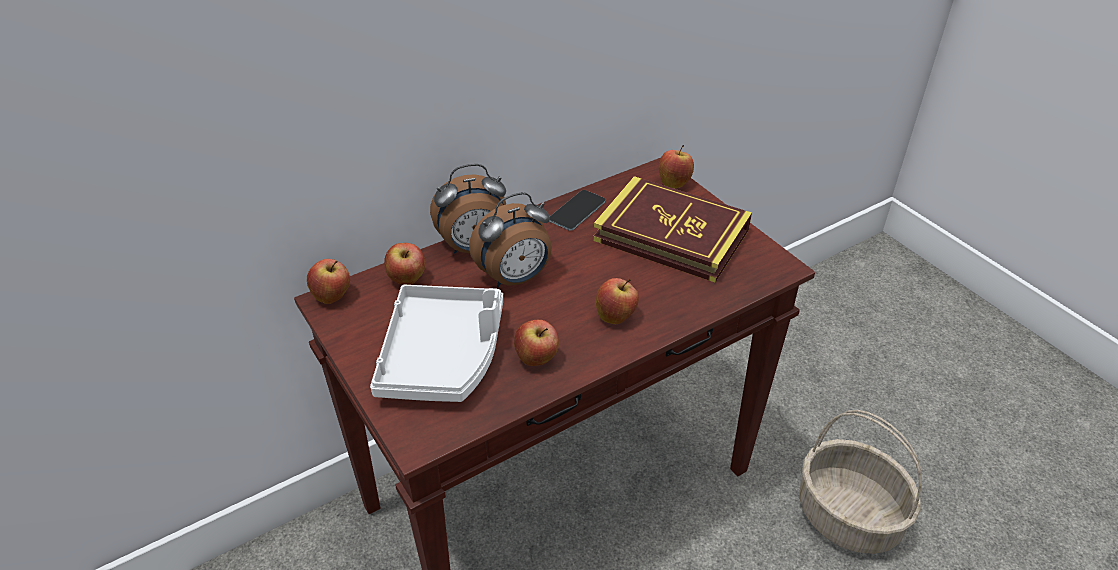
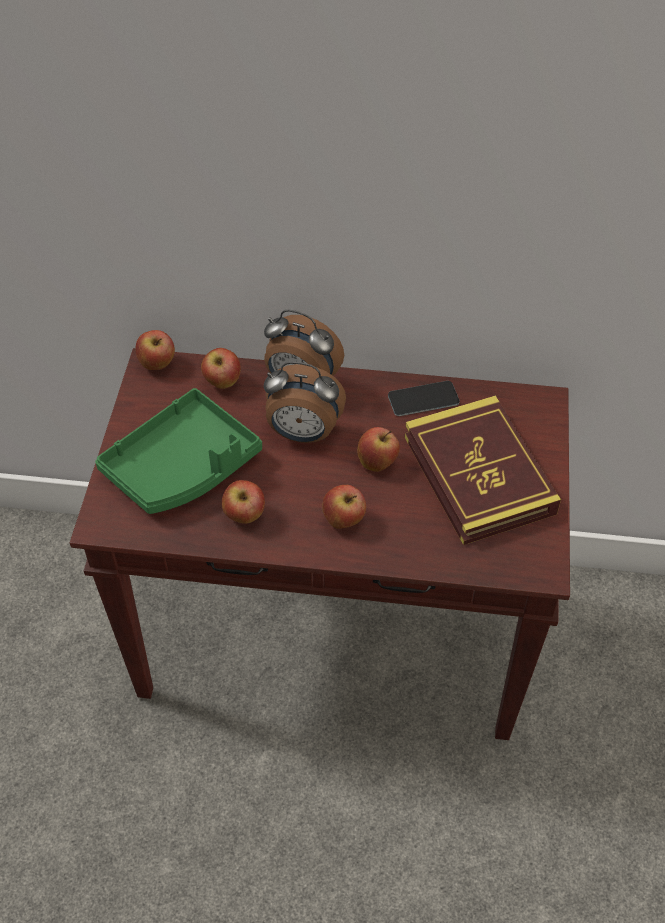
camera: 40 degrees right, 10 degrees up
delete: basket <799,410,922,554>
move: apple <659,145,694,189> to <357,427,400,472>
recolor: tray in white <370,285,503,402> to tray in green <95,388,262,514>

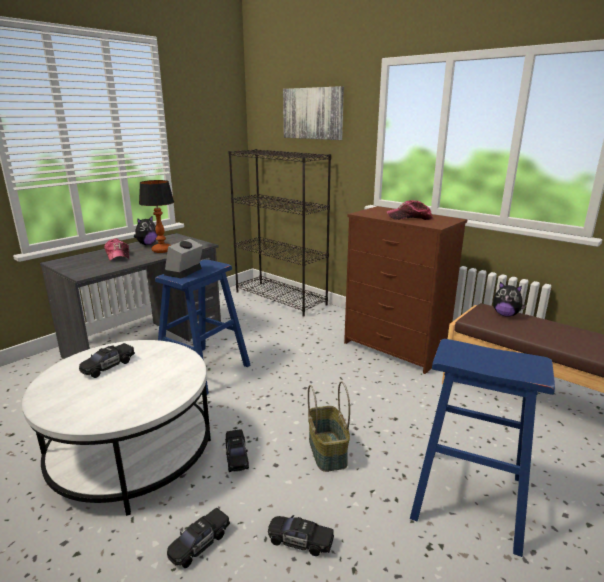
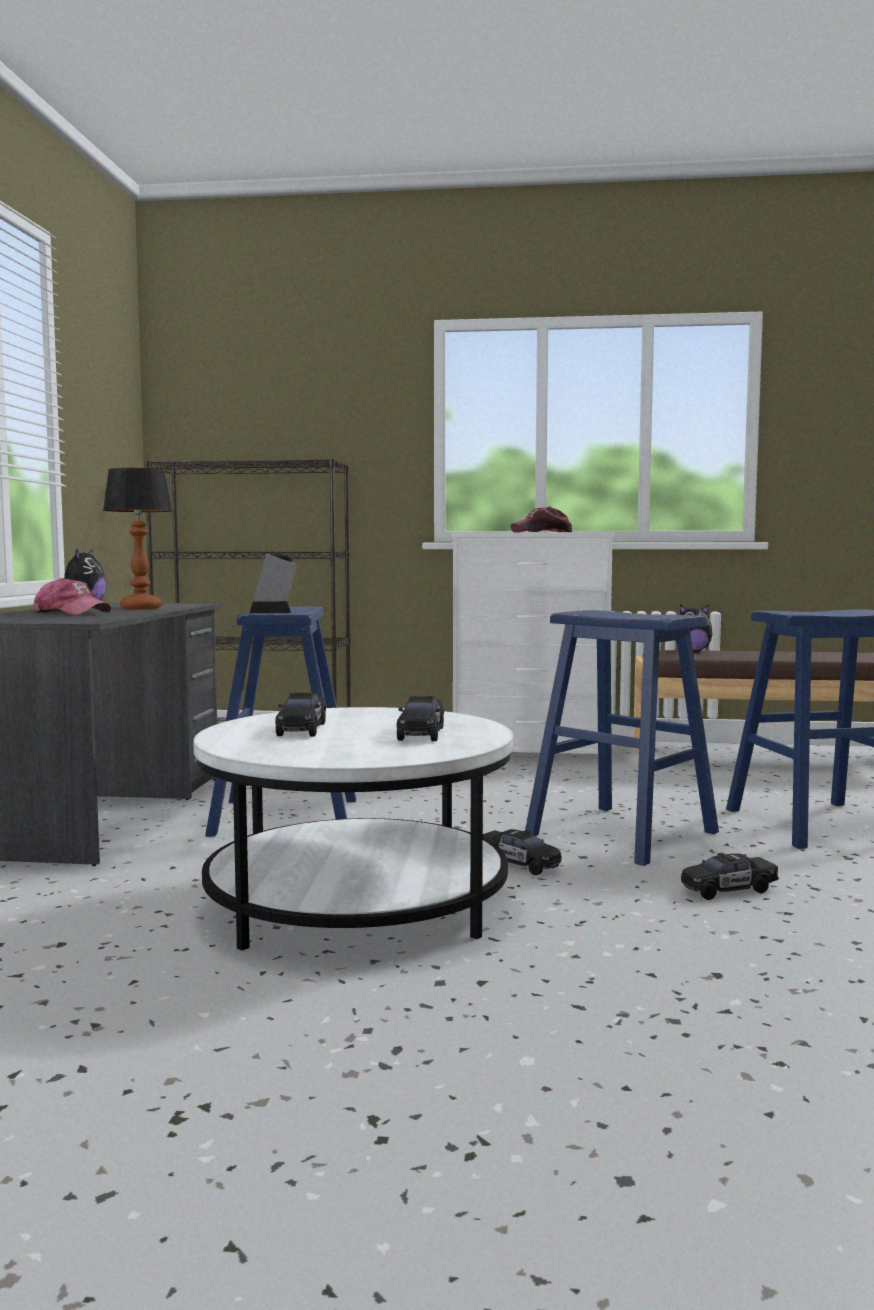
camera: 35 degrees left, 15 degrees down
delete: picture <283,86,344,140>
move: toy car in black <167,508,230,568> to <397,696,444,741>
replace: basket <308,381,350,472> to stool in blue <525,610,719,866>
recolor: dresser in brown <344,206,467,374> to dresser in white <451,532,614,754>

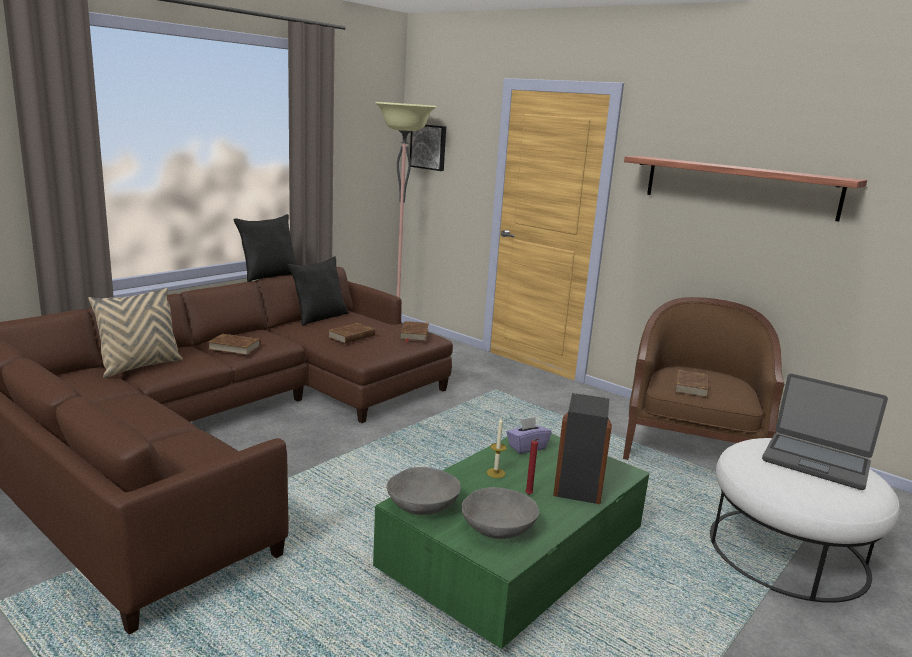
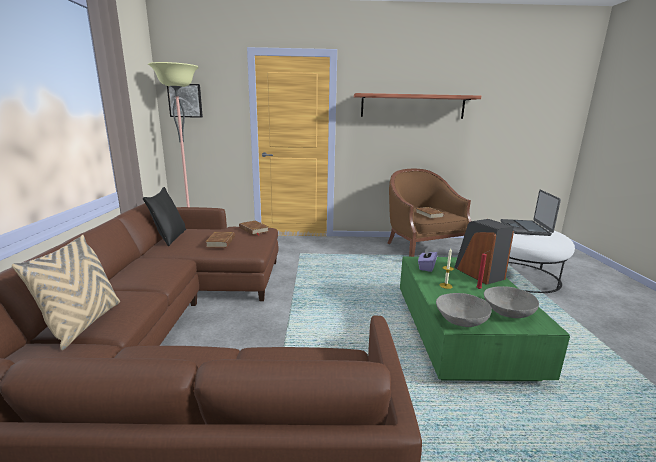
camera: 40 degrees left, 0 degrees up
delete: book in brown <208,334,261,355>; pillow in black <234,214,297,282>
rotate: laptop <762,373,888,490> = <501,190,561,236> 105 degrees clockwise

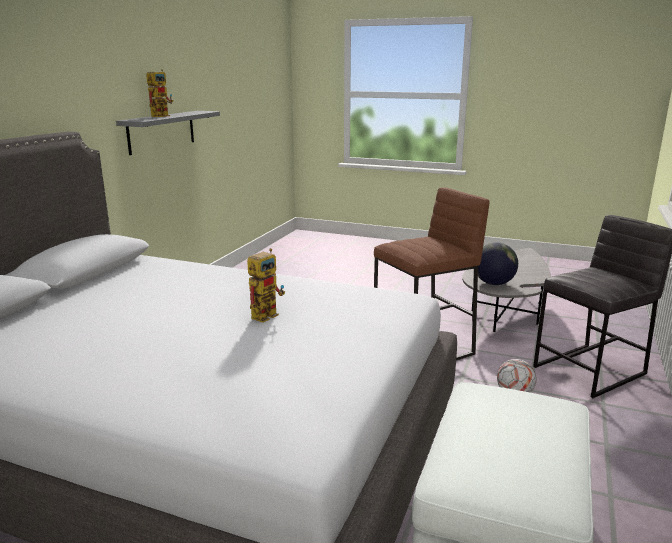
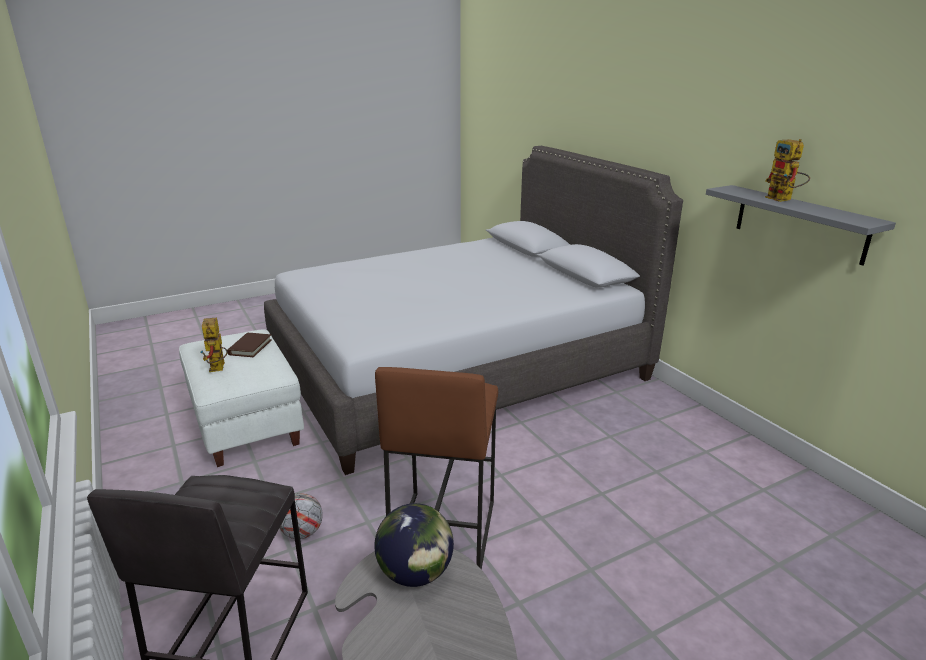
camera: 130 degrees right, 5 degrees up
insert: book in brown <227,333,272,357>
move: toy robot <247,248,285,323> to <200,318,228,372>

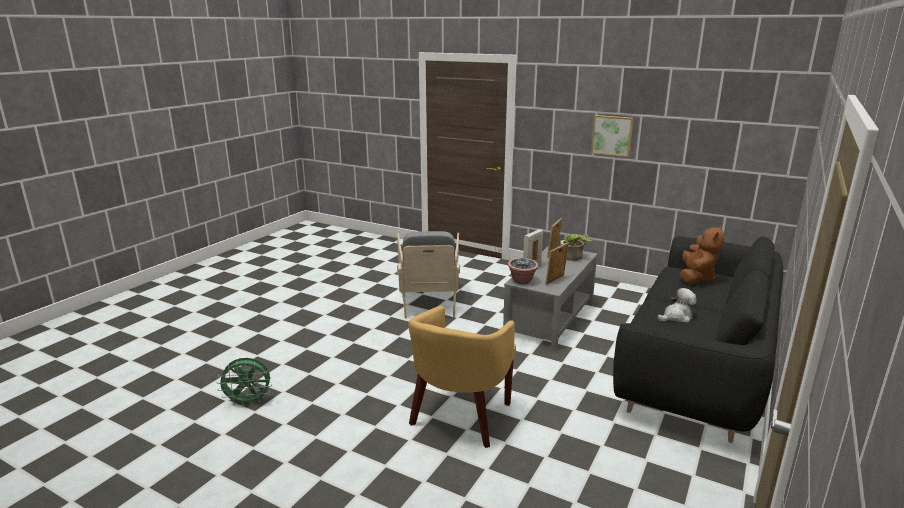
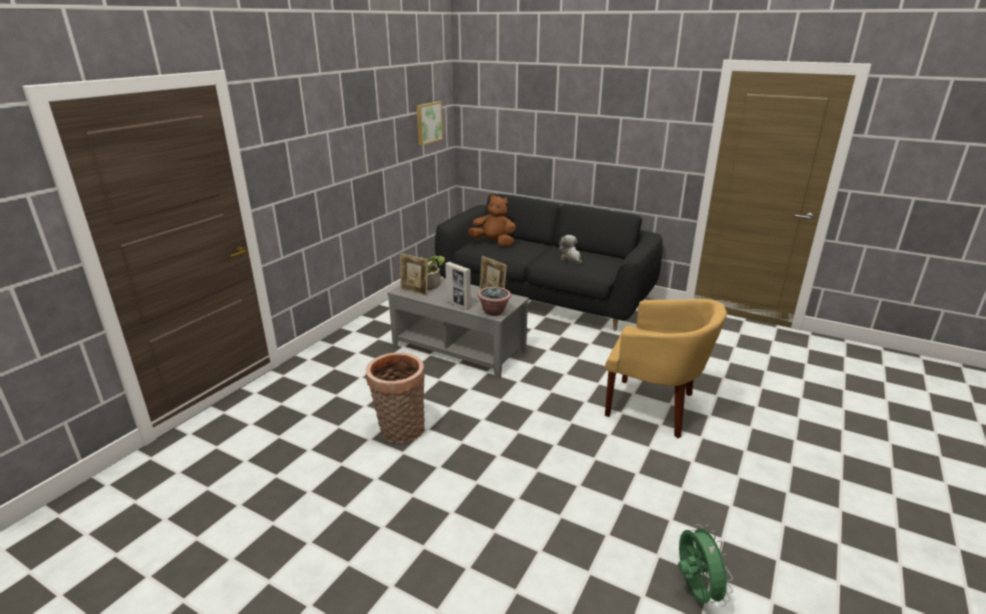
camera: 90 degrees left, 5 degrees up
move: picture <591,115,634,157> to <417,101,443,145>
replace: armchair in grey <397,231,460,318> to basket <366,352,425,443>

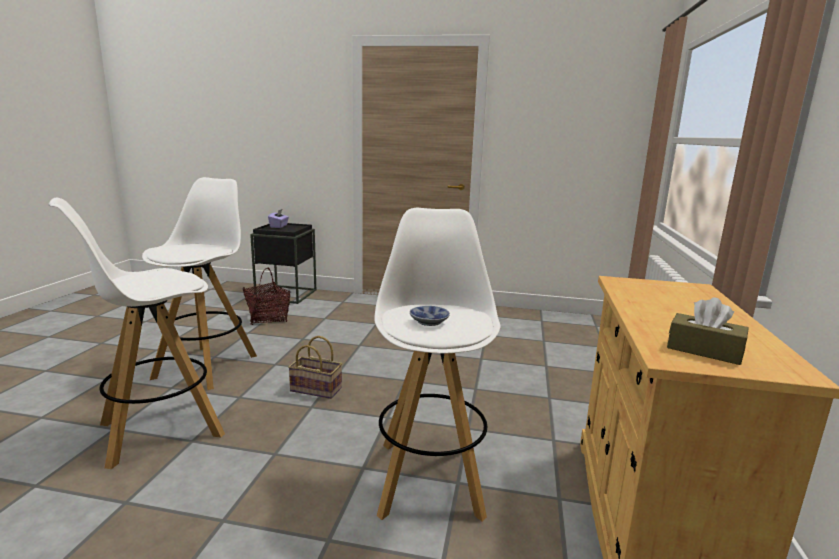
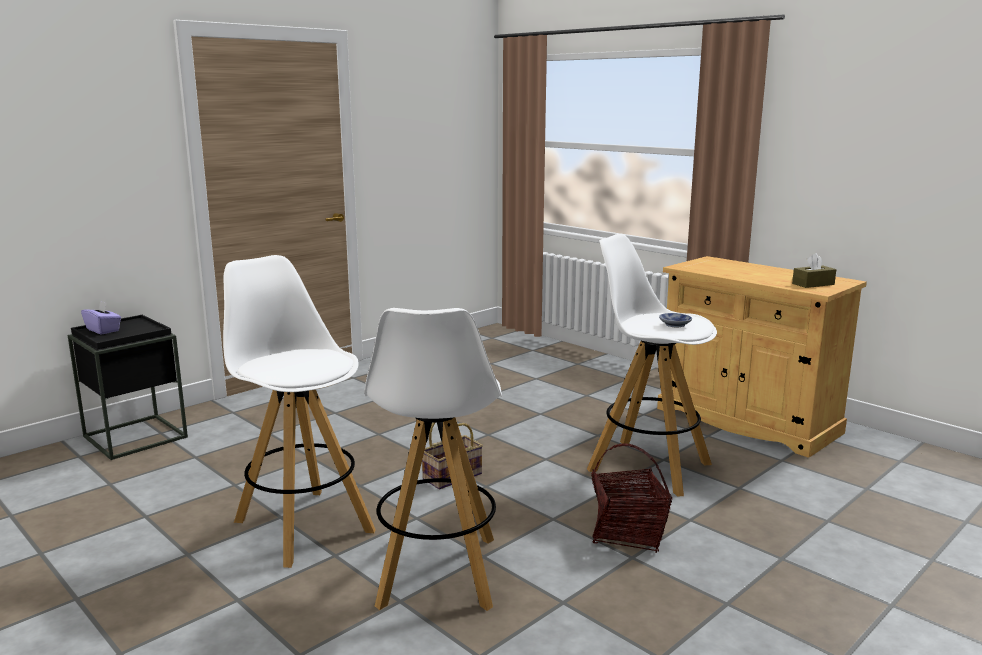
camera: 55 degrees left, 0 degrees up
move: basket <243,268,290,325> to <591,443,672,553>

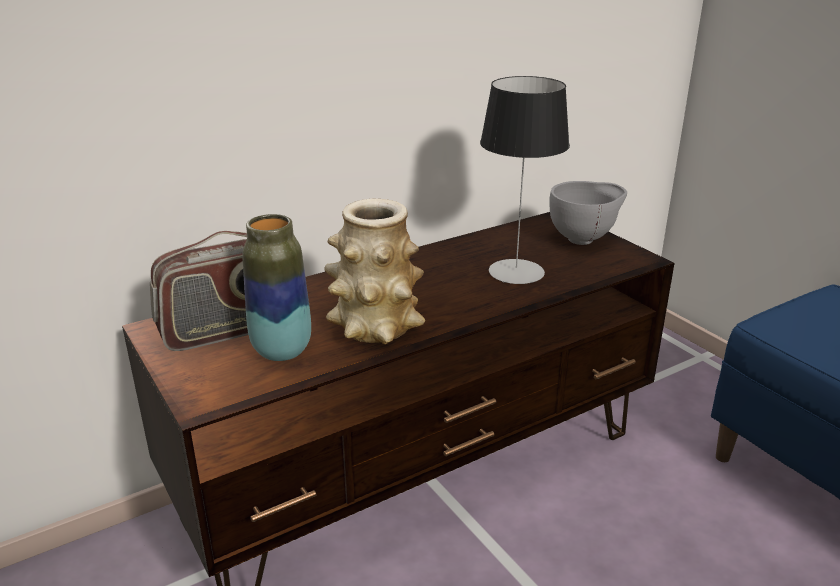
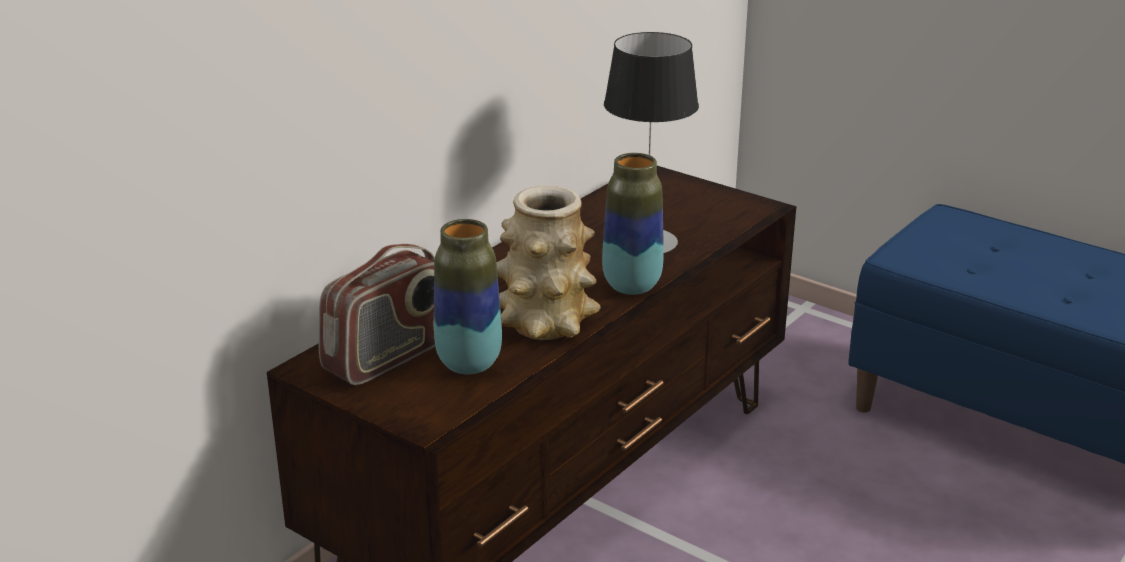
camera: 20 degrees left, 0 degrees up
delete: bowl in grey <549,181,627,245>
insert: vase <602,153,664,295>

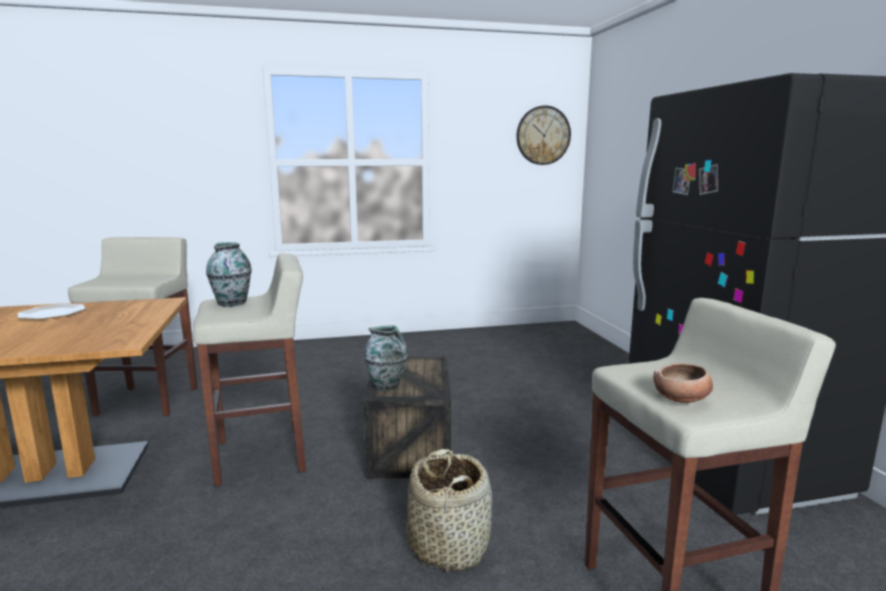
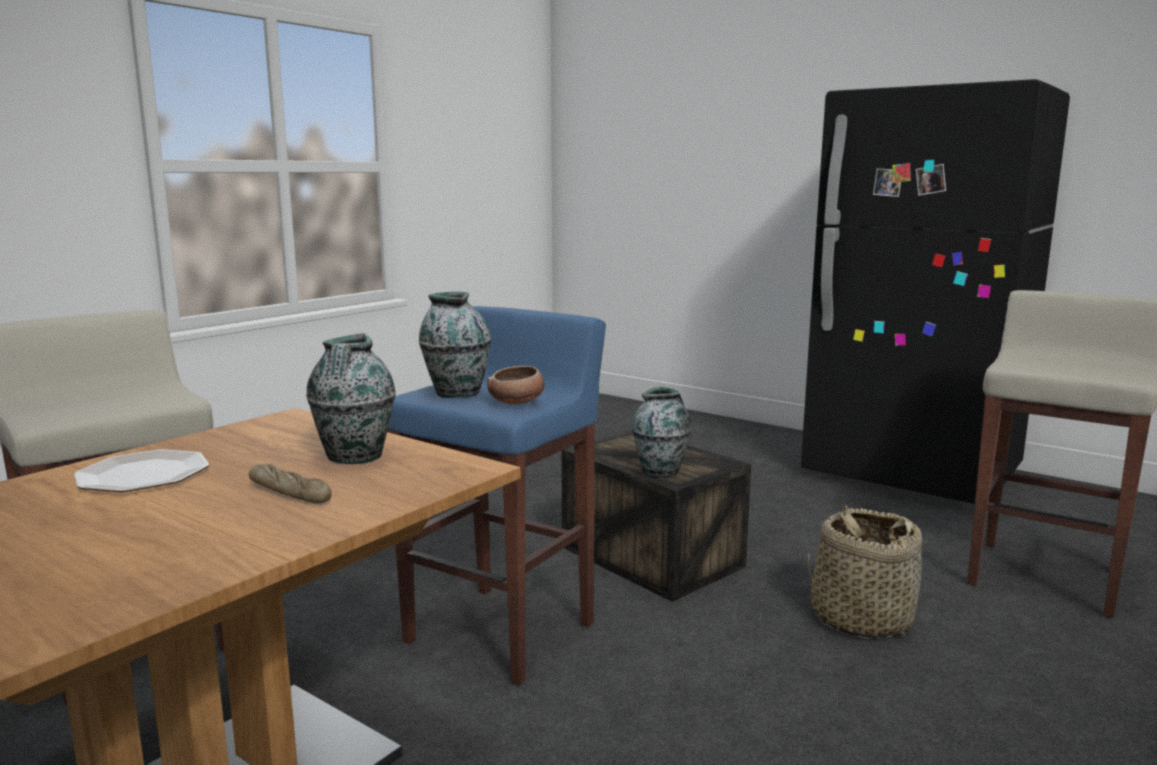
camera: 40 degrees left, 0 degrees up
delete: wall clock <516,105,571,165>
insert: bread <249,464,332,503>; vase <306,333,396,464>
move: bowl <653,363,713,403> to <487,366,545,405>
recolor: stool in beige <193,253,306,486> to stool in blue <387,306,606,686>

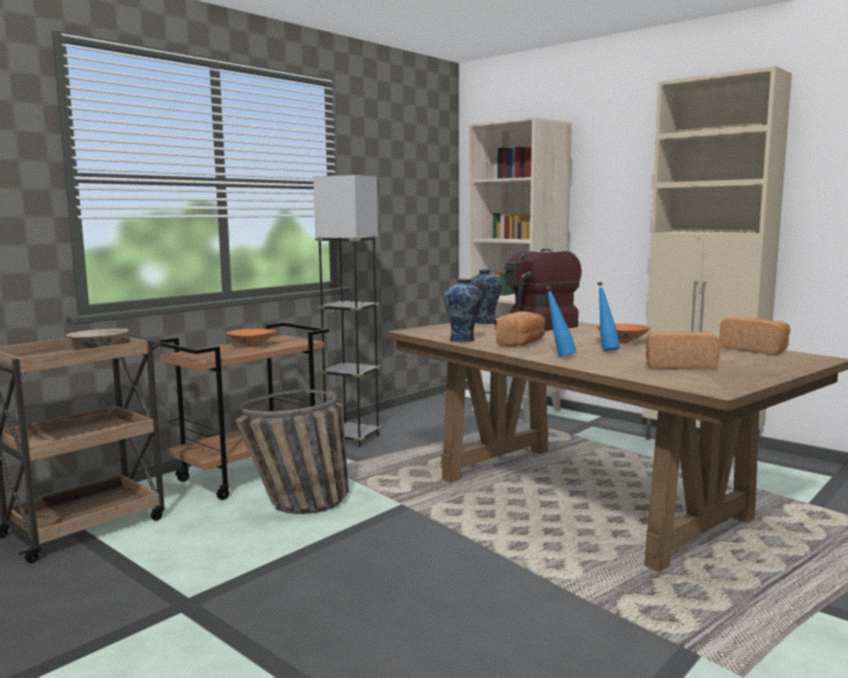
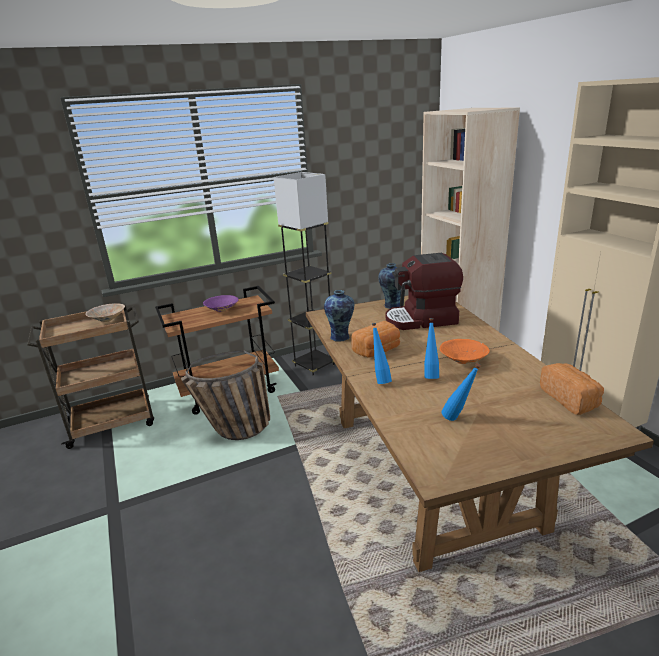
camera: 25 degrees right, 15 degrees up
replace: bread <646,331,720,370> to bottle in blue <441,363,481,421>
recolor: bowl in orange <226,329,277,347> to bowl in purple <203,295,239,312>

